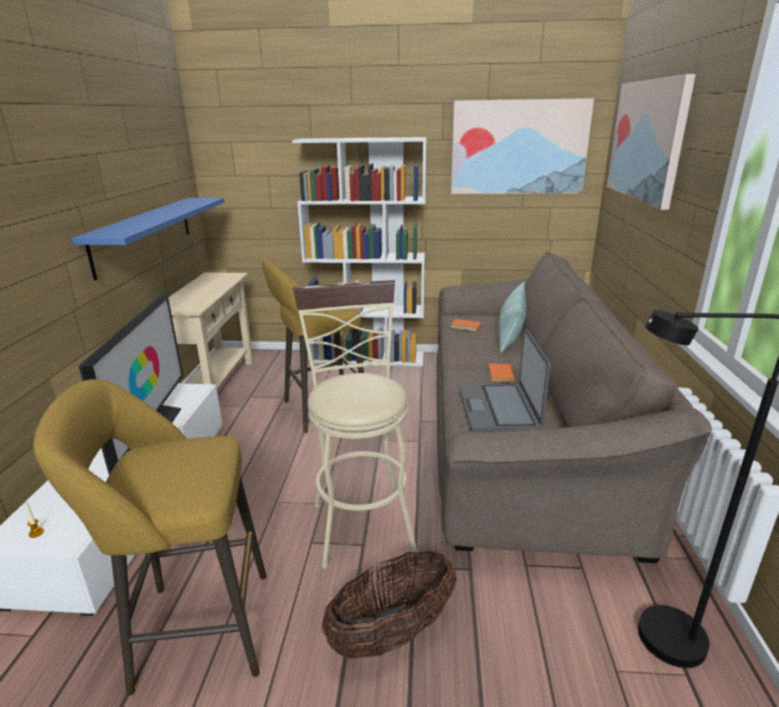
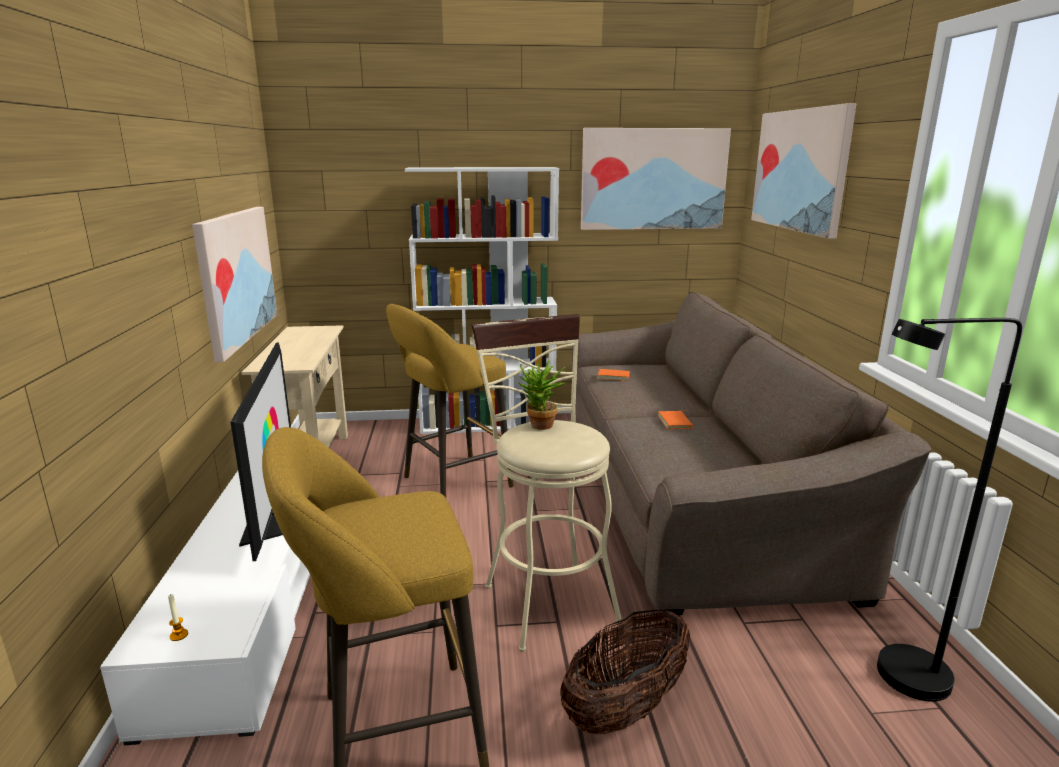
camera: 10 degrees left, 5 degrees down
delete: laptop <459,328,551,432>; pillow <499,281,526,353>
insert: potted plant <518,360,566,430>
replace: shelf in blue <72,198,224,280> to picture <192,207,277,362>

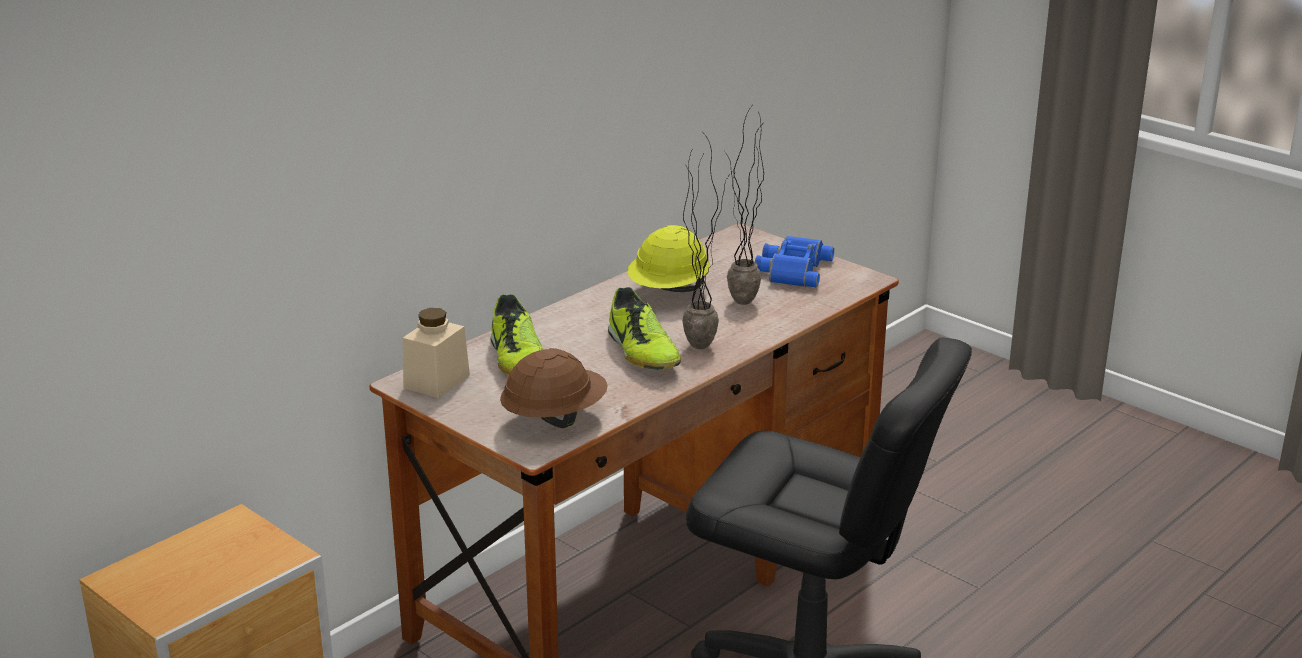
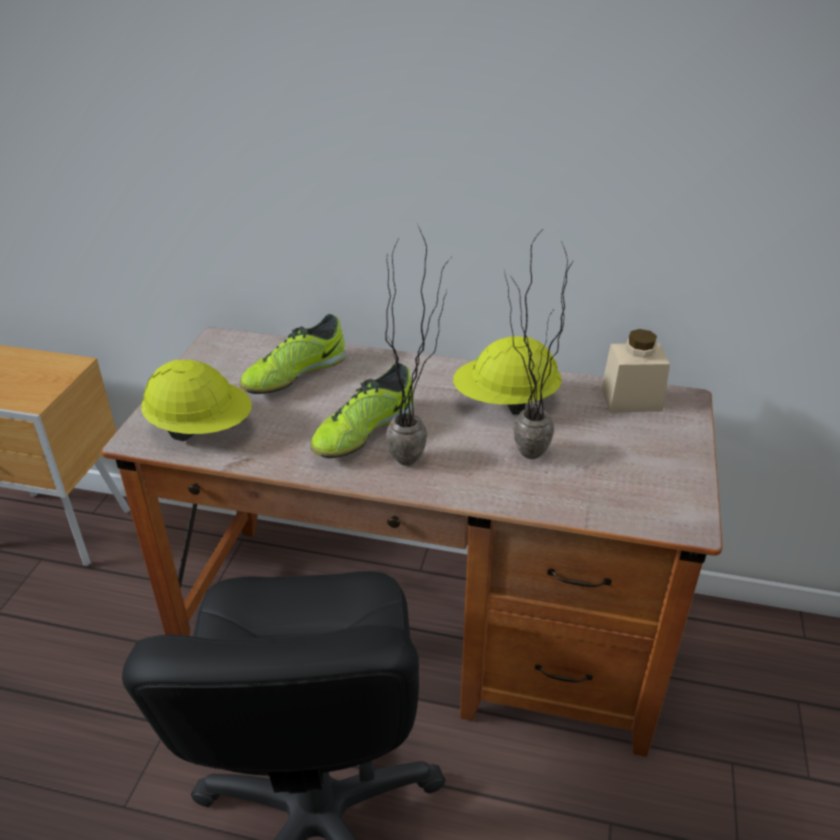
camera: 60 degrees right, 10 degrees up
delete: binoculars in blue <755,236,834,287>
move: jar in beige <402,308,470,398> to <601,329,670,412>
recolor: hard hat in brown <500,348,607,428> to hard hat in yellow <141,360,252,441>

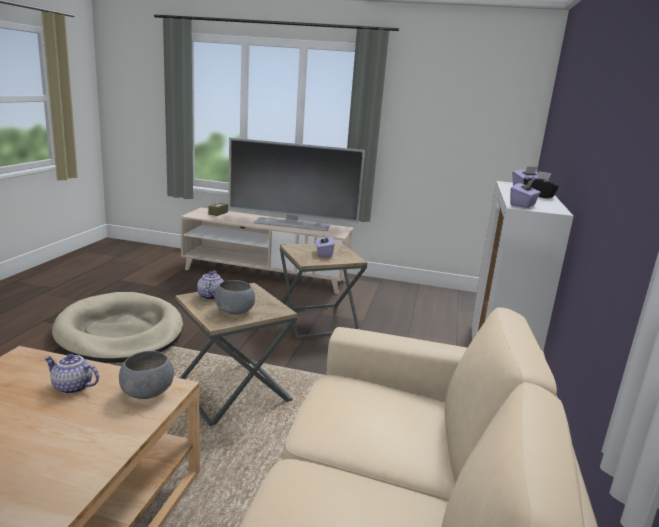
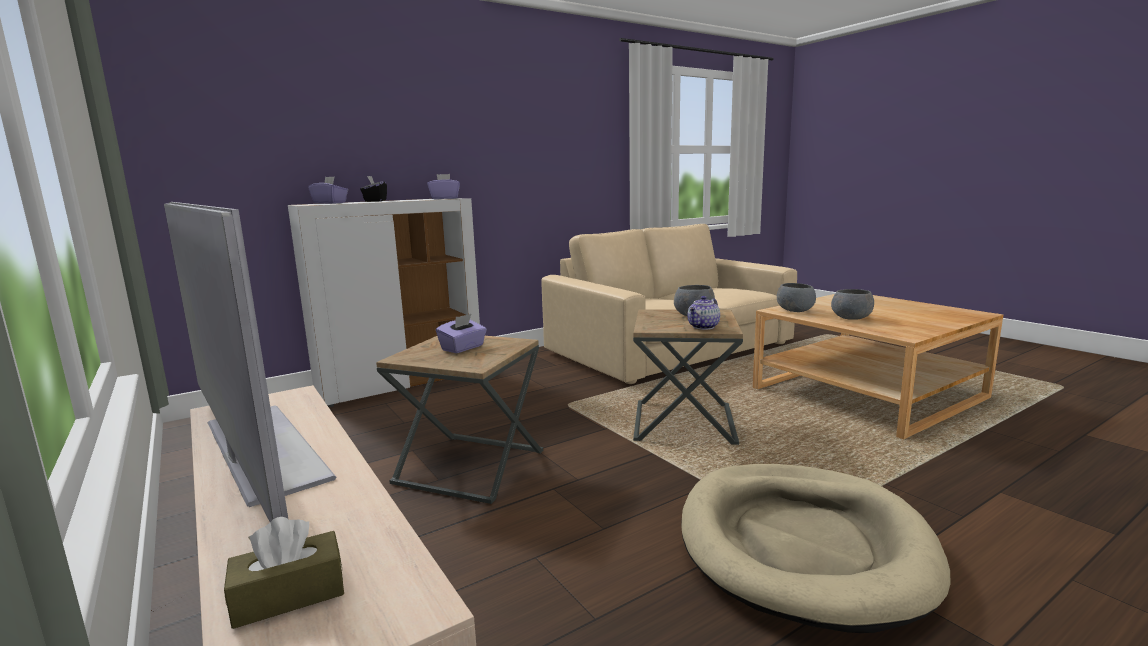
camera: 135 degrees left, 5 degrees down
replace: teapot <44,354,99,394> to bowl in grey <831,289,874,320>

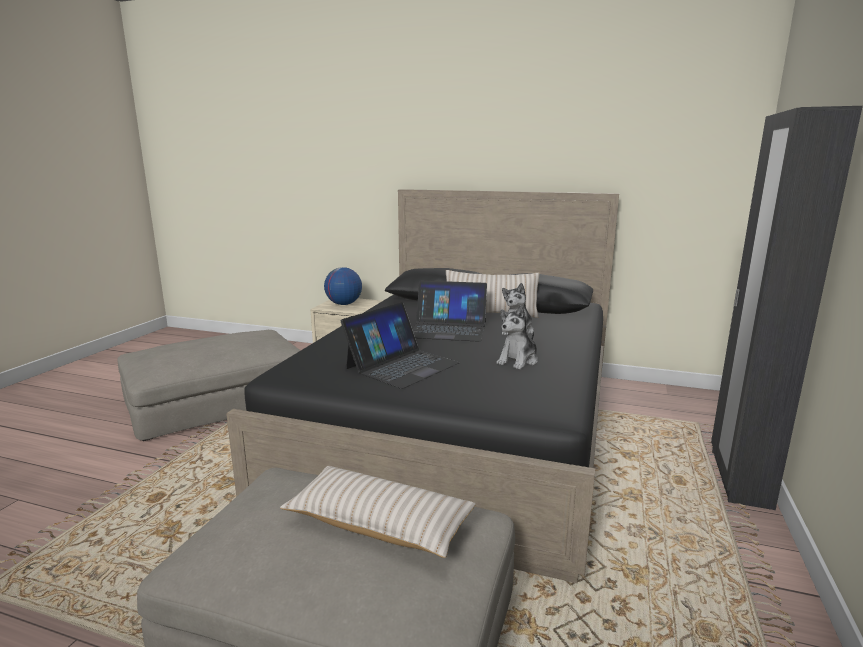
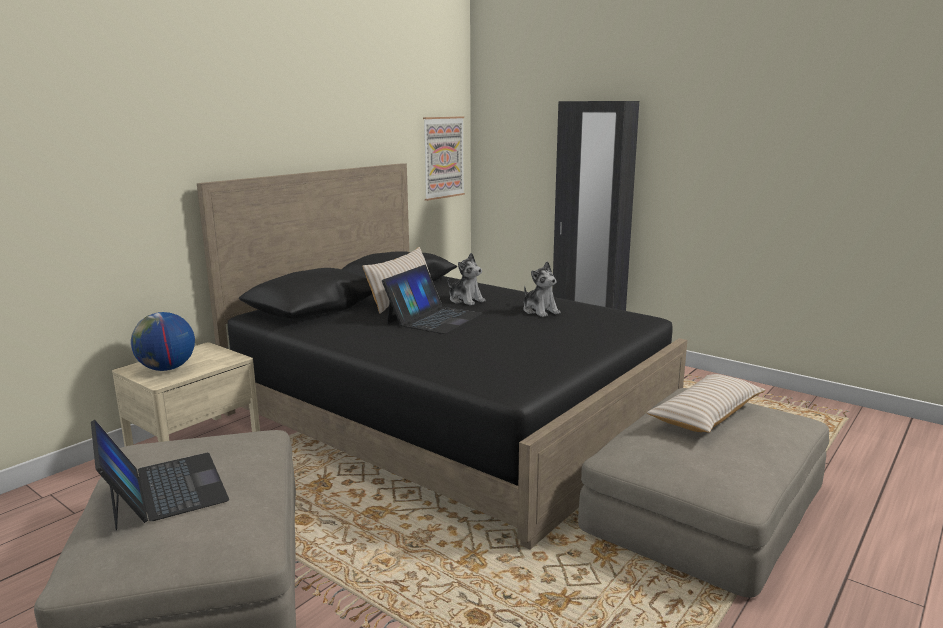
camera: 70 degrees left, 0 degrees up
insert: picture <423,116,465,201>
move: laptop <341,302,460,389> to <91,419,229,530>

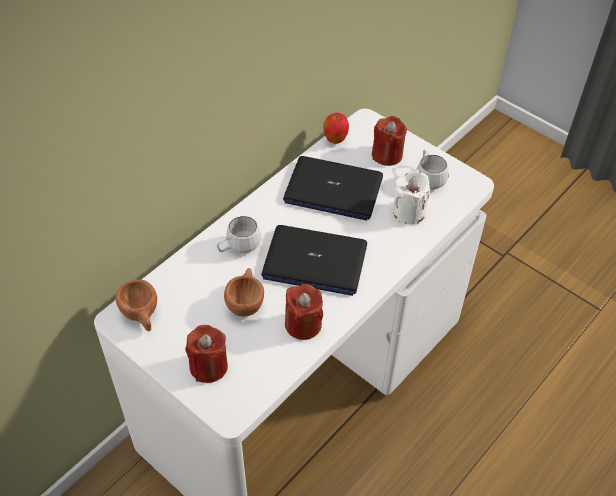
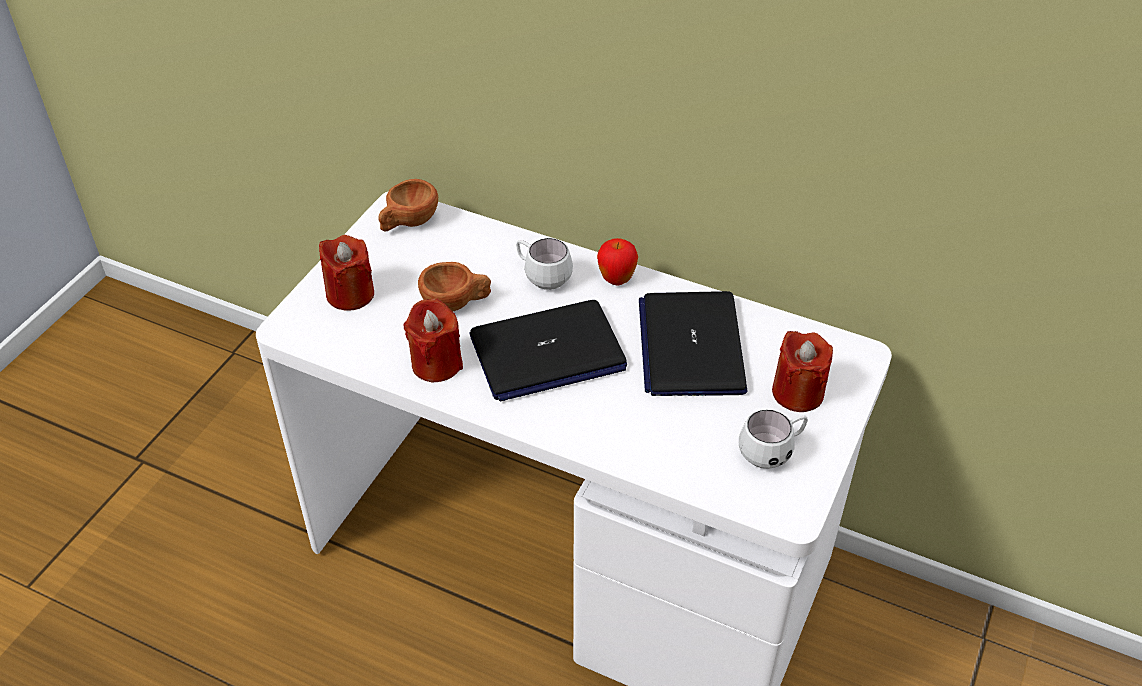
camera: 75 degrees right, 5 degrees down
delete: candle in white <393,170,430,224>
move: apple <323,113,349,144> to <597,238,638,285>
rotate: laptop <261,225,367,296> = <470,300,627,402> 105 degrees counterclockwise

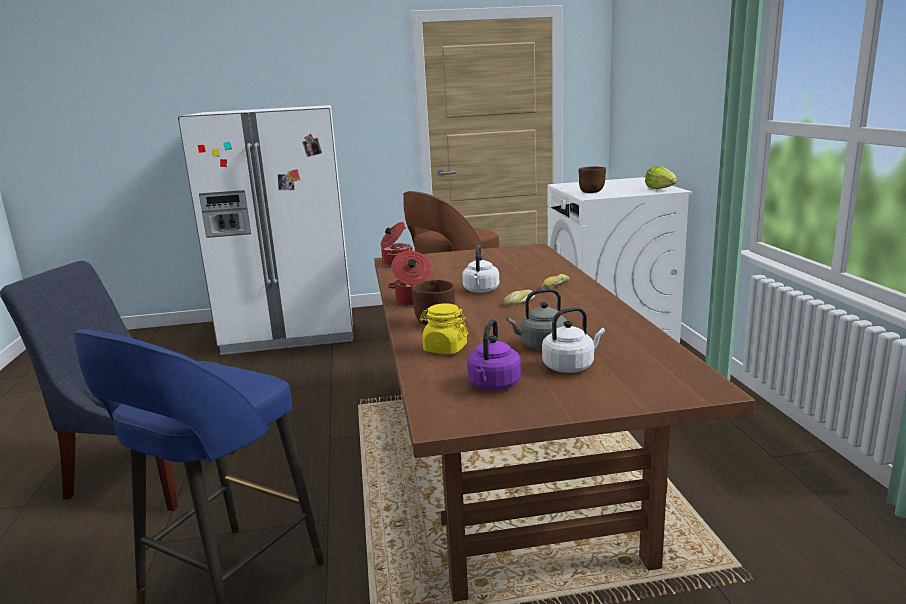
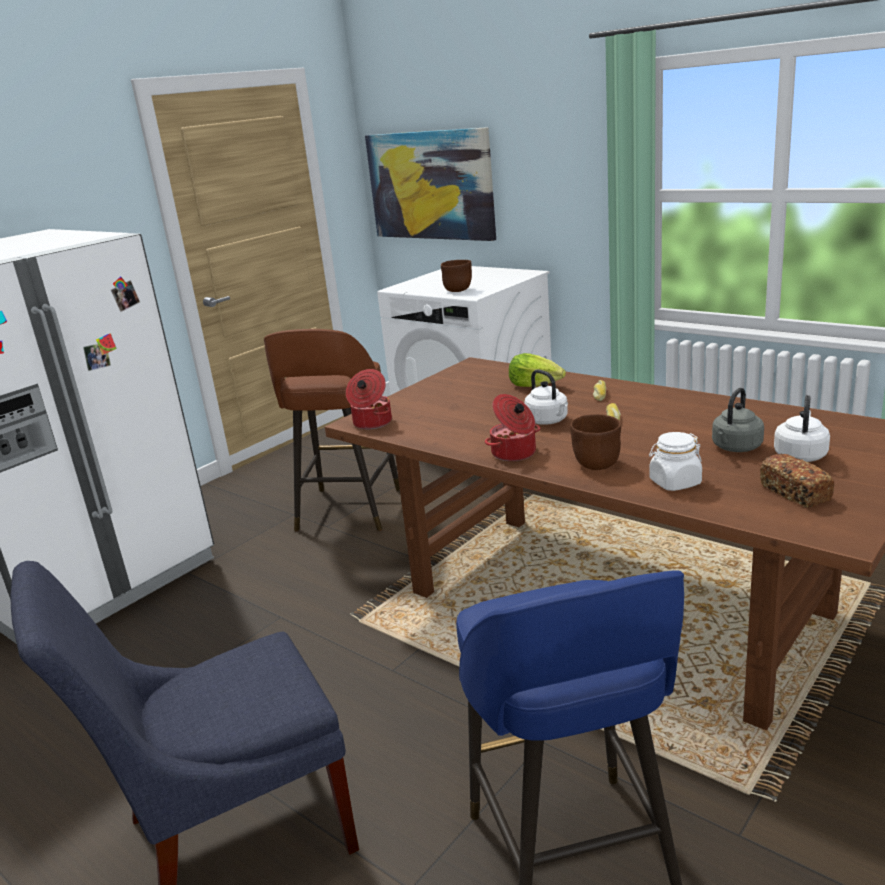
camera: 40 degrees left, 5 degrees up
insert: picture <365,127,496,241>
move: lettuce <645,166,677,189> to <509,353,566,387>
replace: kettle in purple <467,319,521,390> to bread <760,454,834,508>
recolor: jar in yellow <420,303,468,354> to jar in white <649,432,702,491>

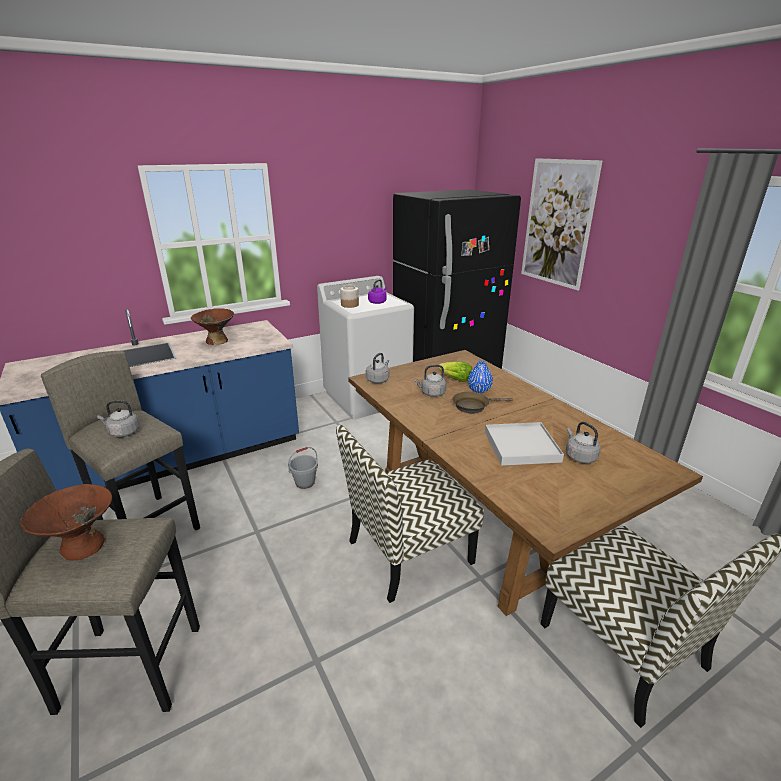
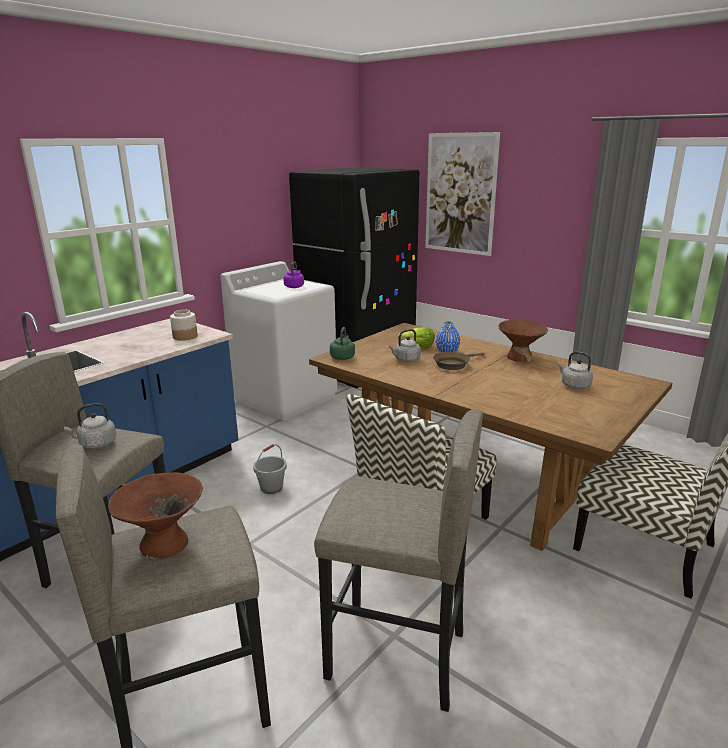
camera: 20 degrees left, 5 degrees down
delete: tray in white <485,422,564,466>
insert: stool in grey <314,409,483,712>
move: bowl in brown <191,308,234,345> to <499,319,548,362>; jar <340,285,359,308> to <170,310,198,341>
recolor: kettle in grey <366,353,389,383> to kettle in green <330,327,355,360>

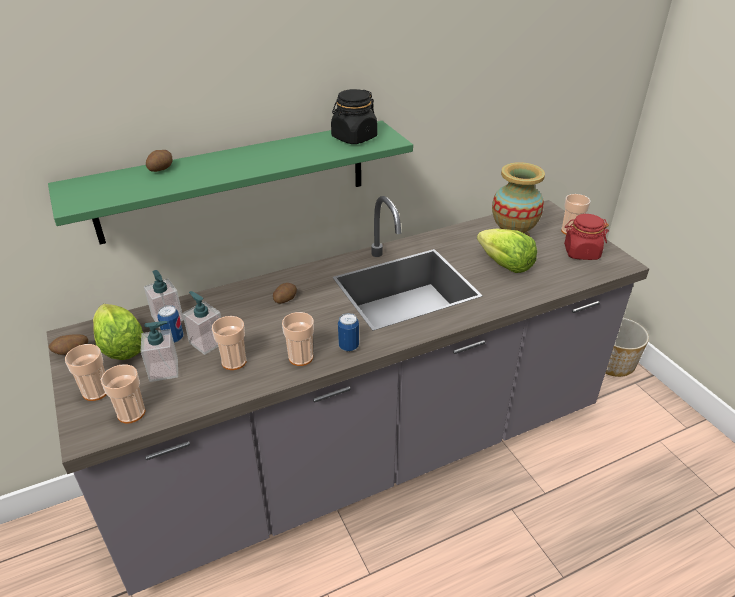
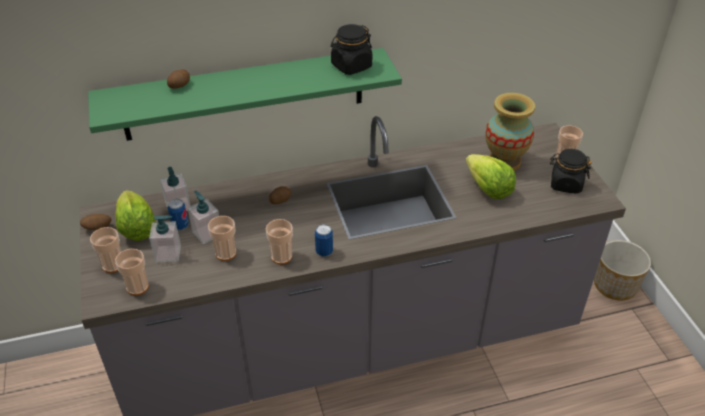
camera: 10 degrees right, 5 degrees up
recolor: jar in red <564,214,609,260> to jar in black <550,149,592,194>

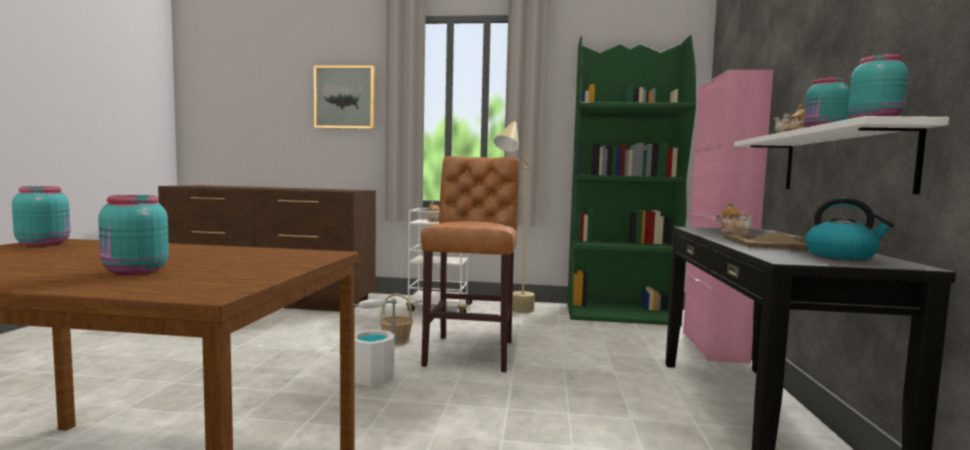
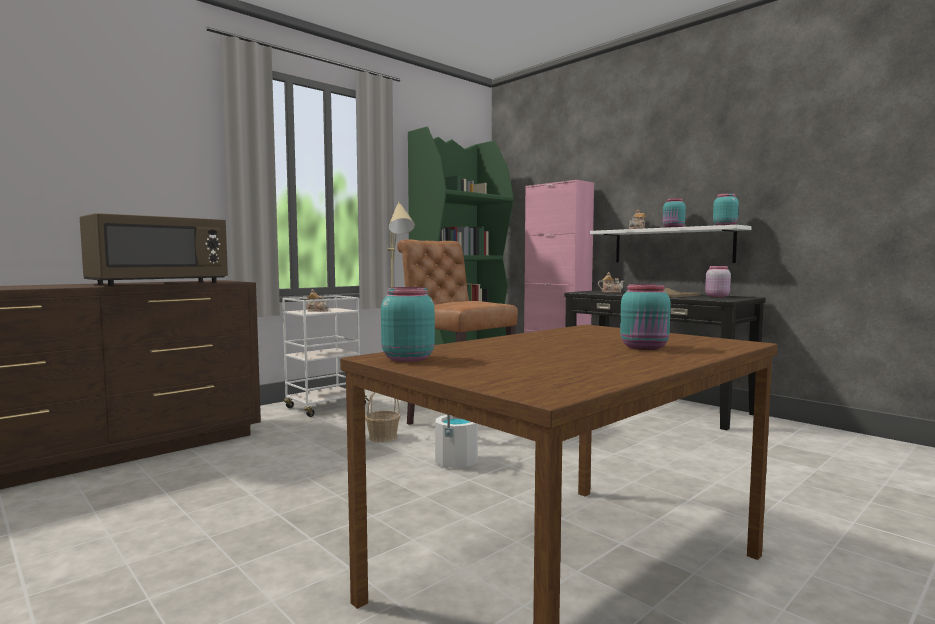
camera: 50 degrees left, 0 degrees up
delete: picture <314,65,375,129>
insert: microwave in brown <80,213,228,286>
replace: kettle <805,198,894,260> to jar in pink <705,266,731,297>

